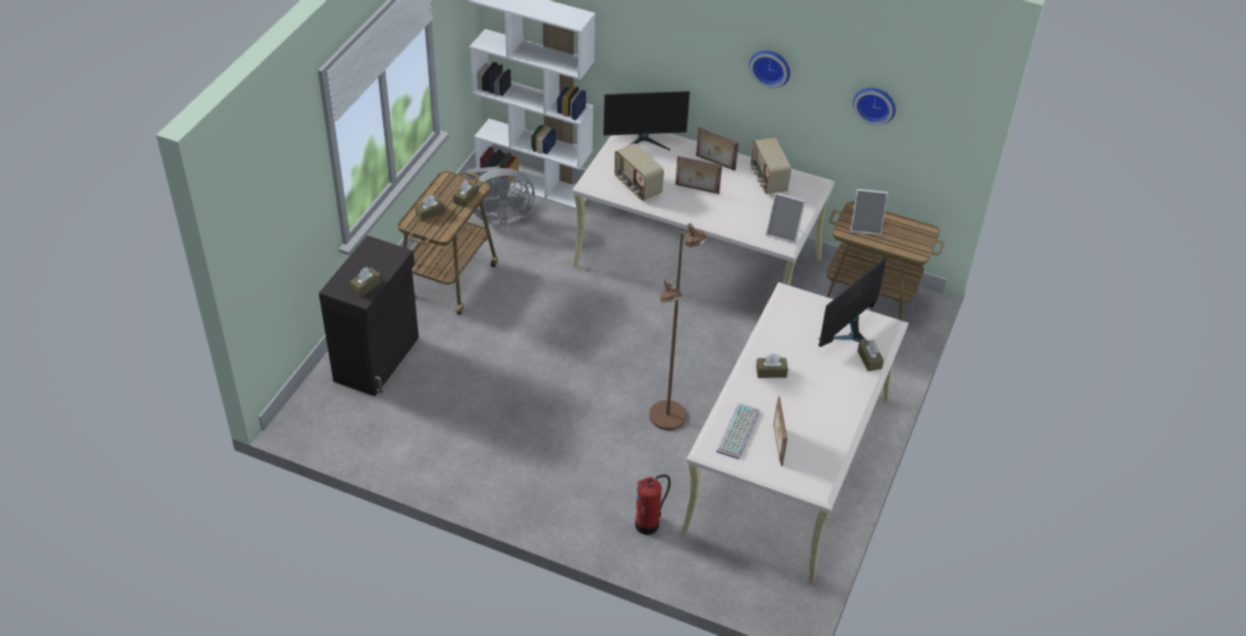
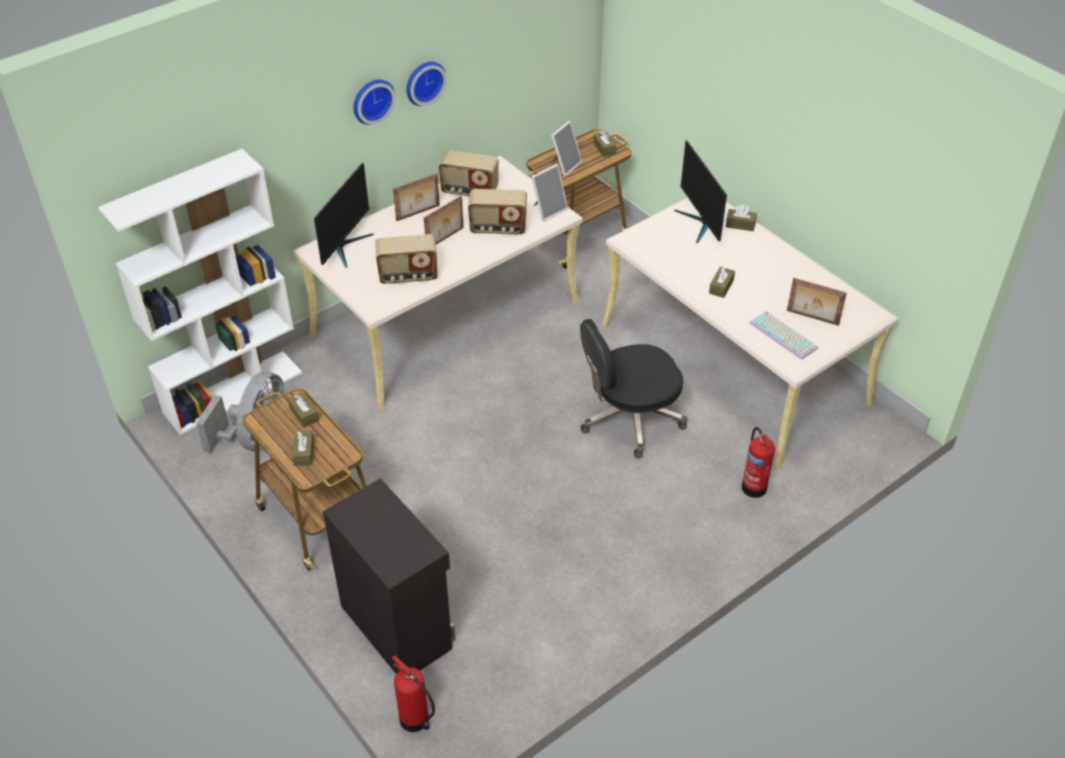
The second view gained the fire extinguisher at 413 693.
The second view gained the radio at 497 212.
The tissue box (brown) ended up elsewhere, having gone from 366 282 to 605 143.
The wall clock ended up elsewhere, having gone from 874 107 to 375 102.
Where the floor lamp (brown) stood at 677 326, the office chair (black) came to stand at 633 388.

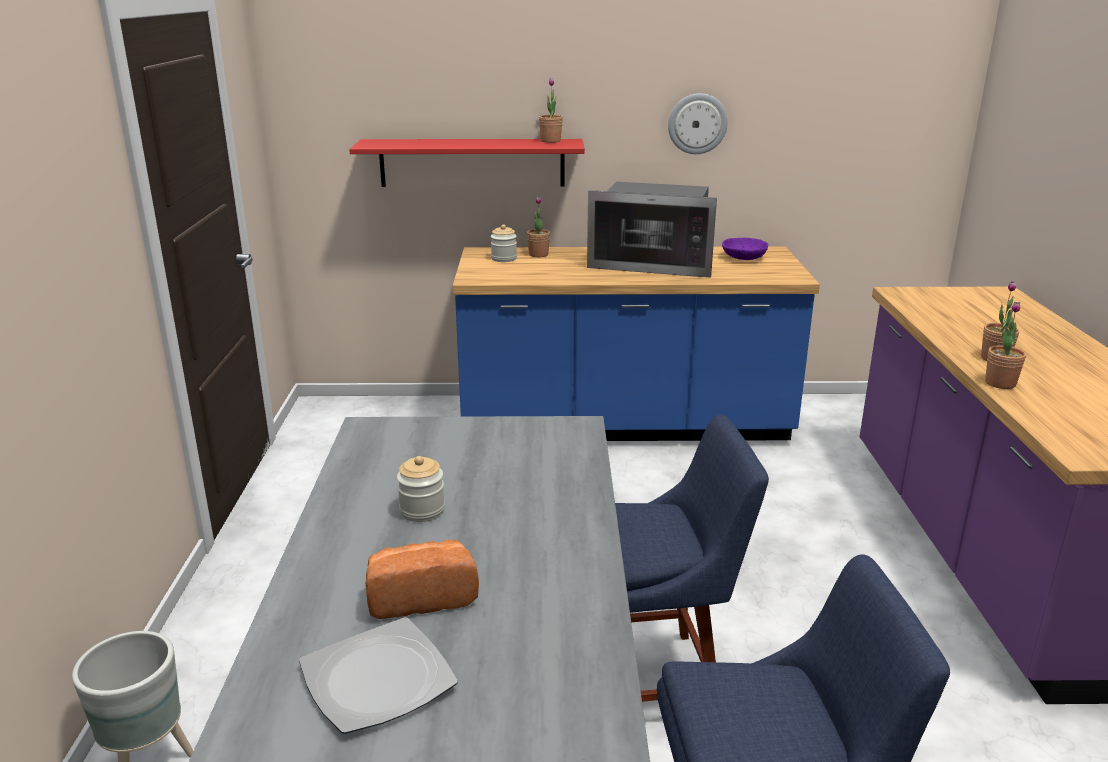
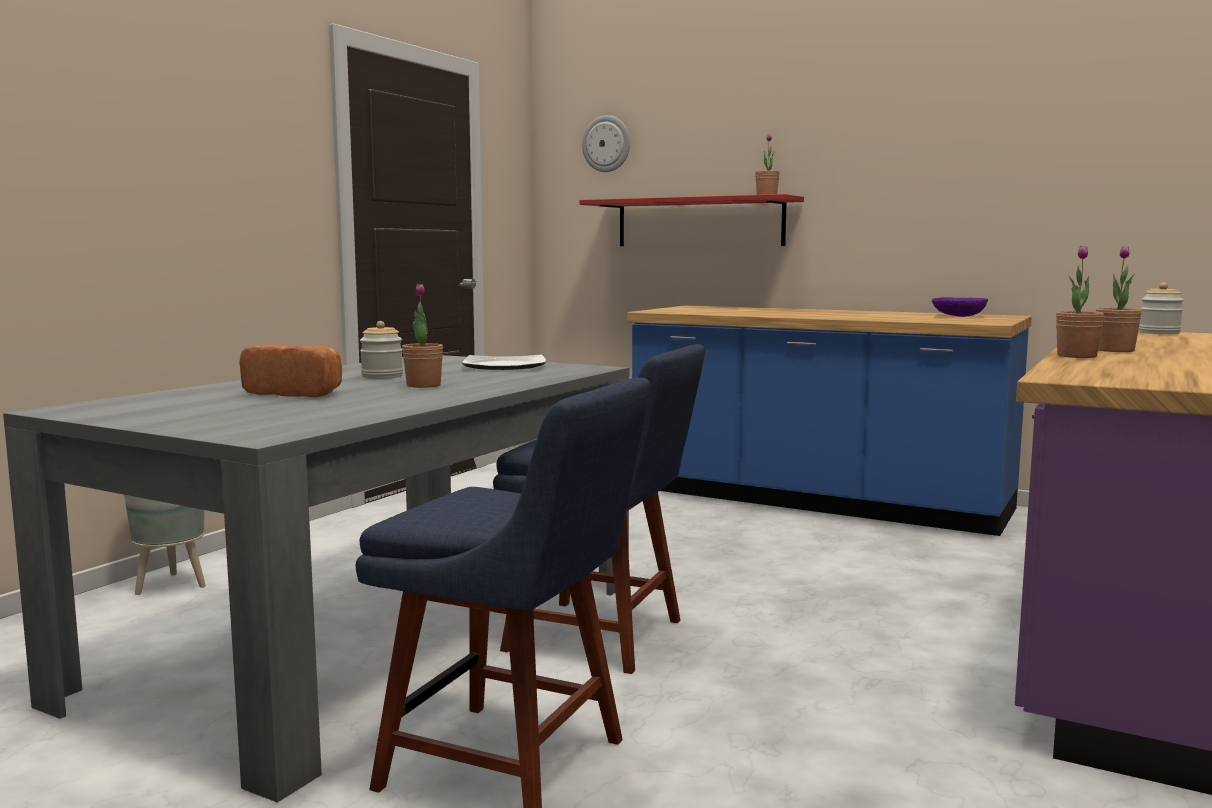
The second view lost the microwave at 652 230.
The plate ended up elsewhere, having gone from 378 675 to 504 362.
The jar ended up elsewhere, having gone from 504 243 to 1161 308.
The potted plant ended up elsewhere, having gone from 538 227 to 422 336.
The wall clock ended up elsewhere, having gone from 698 123 to 606 143.

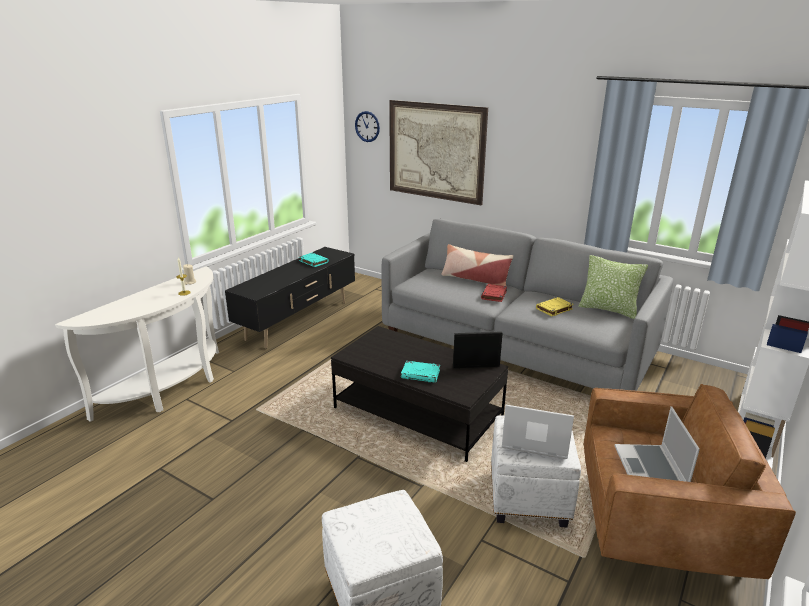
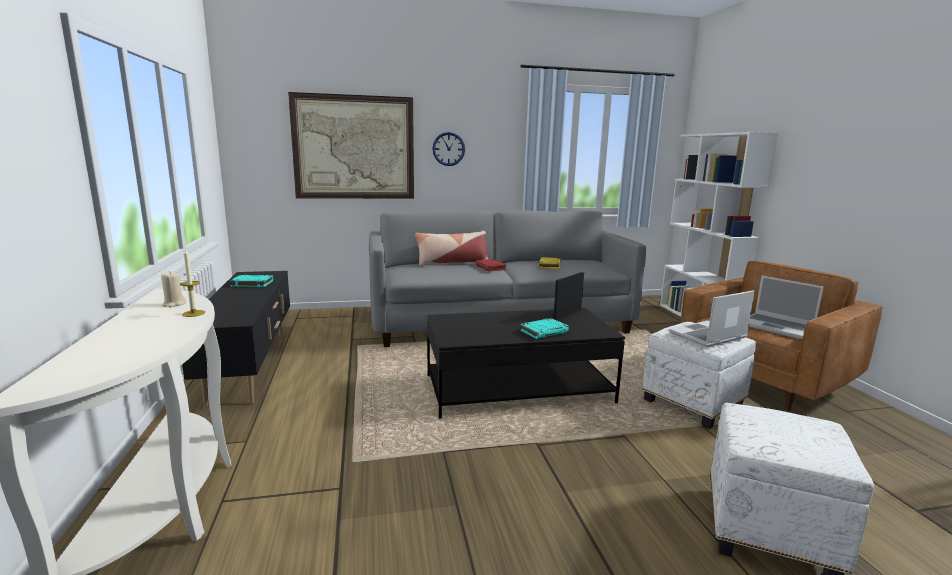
The second view lost the pillow at 613 287.
The wall clock ended up elsewhere, having gone from 367 126 to 448 149.

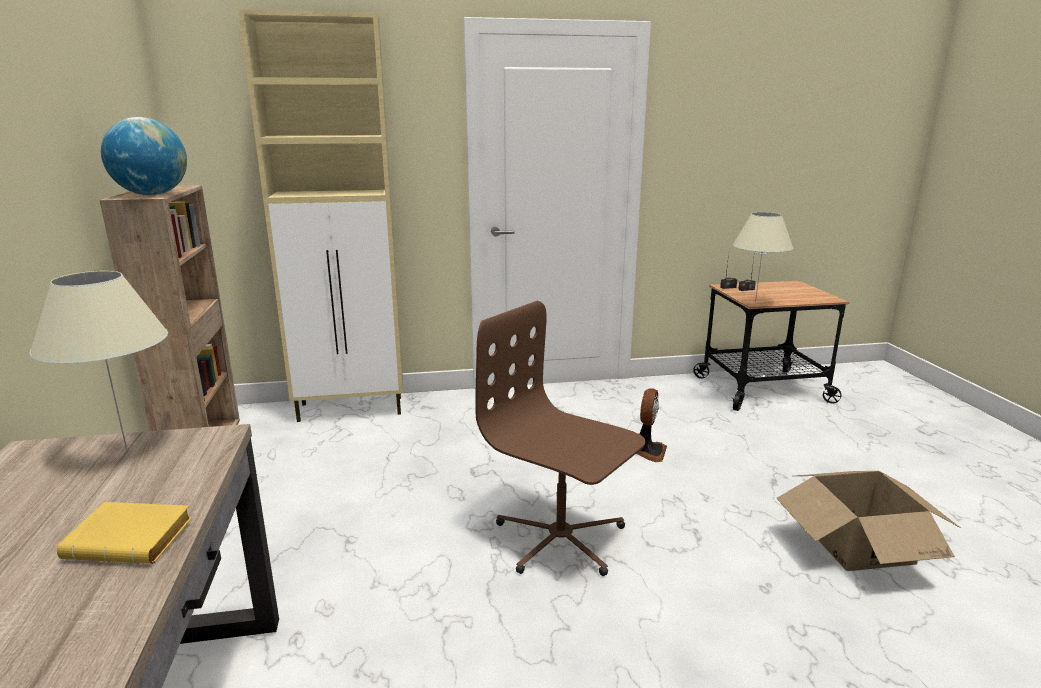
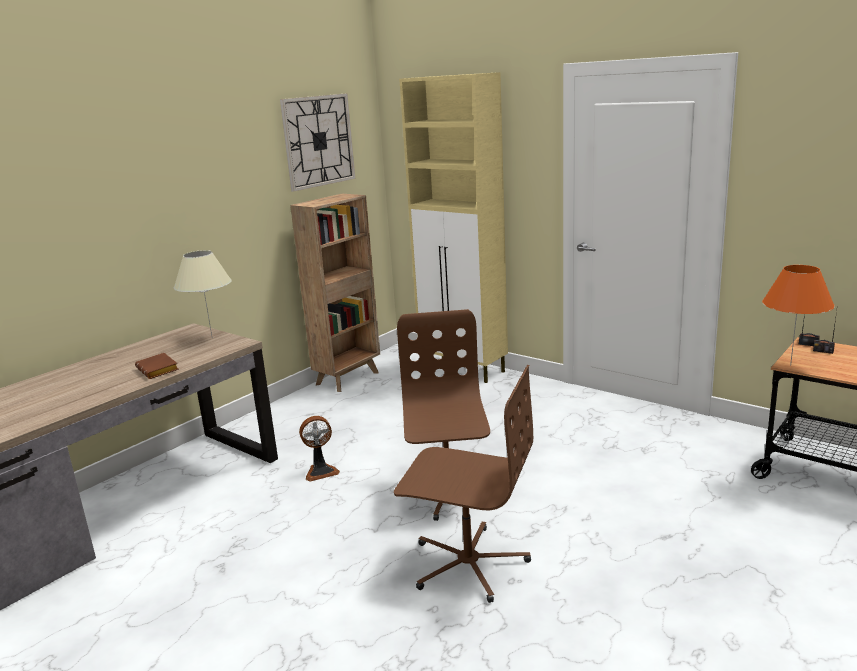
The second view lost the globe at 144 156.
The second view lost the cardboard box at 868 521.
The second view gained the wall clock at 317 142.
The second view gained the office chair (brown) at 463 484.
The fan ended up elsewhere, having gone from 651 425 to 319 448.
What was the book (yellow) at 124 533 turned into the book (brown) at 157 366.
What was the table lamp (beige) at 763 257 turned into the table lamp (orange) at 798 315.

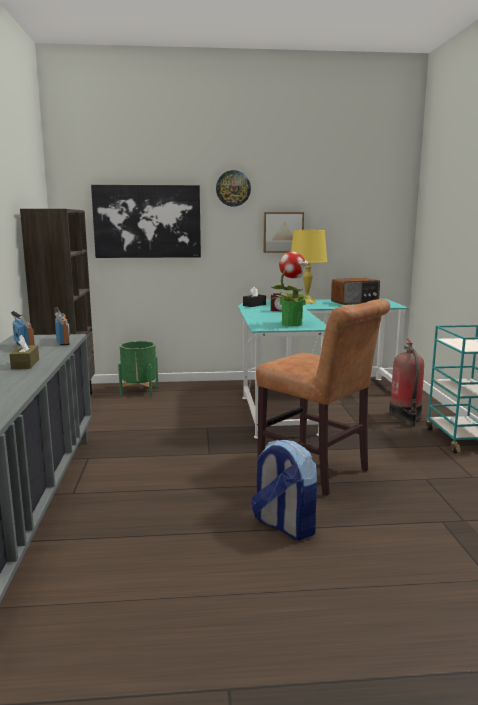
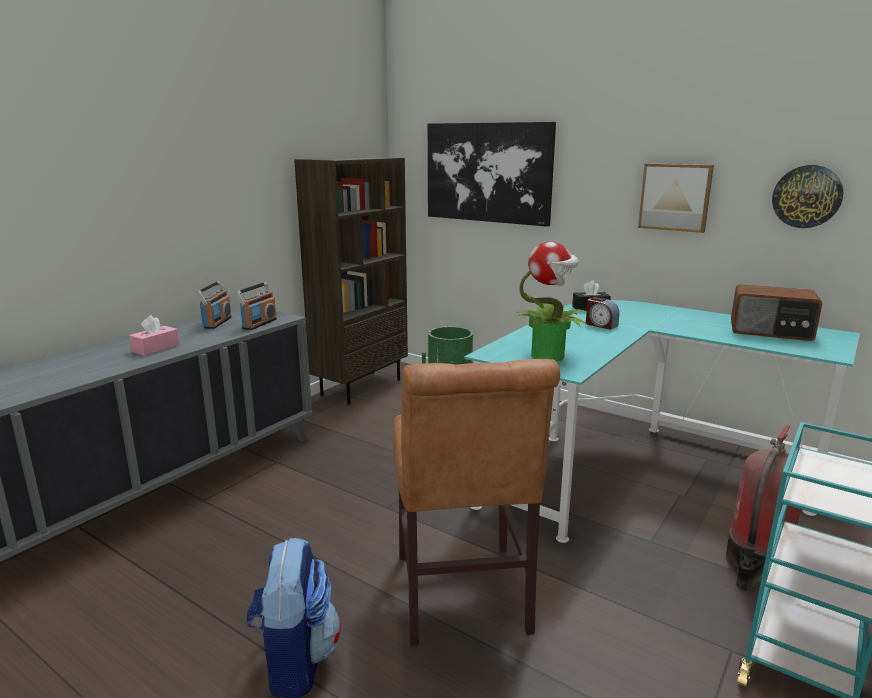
The second view lost the table lamp (yellow) at 309 266.
The wall clock ended up elsewhere, having gone from 233 188 to 807 196.
What was the tissue box (brown) at 24 352 turned into the tissue box (pink) at 154 335.

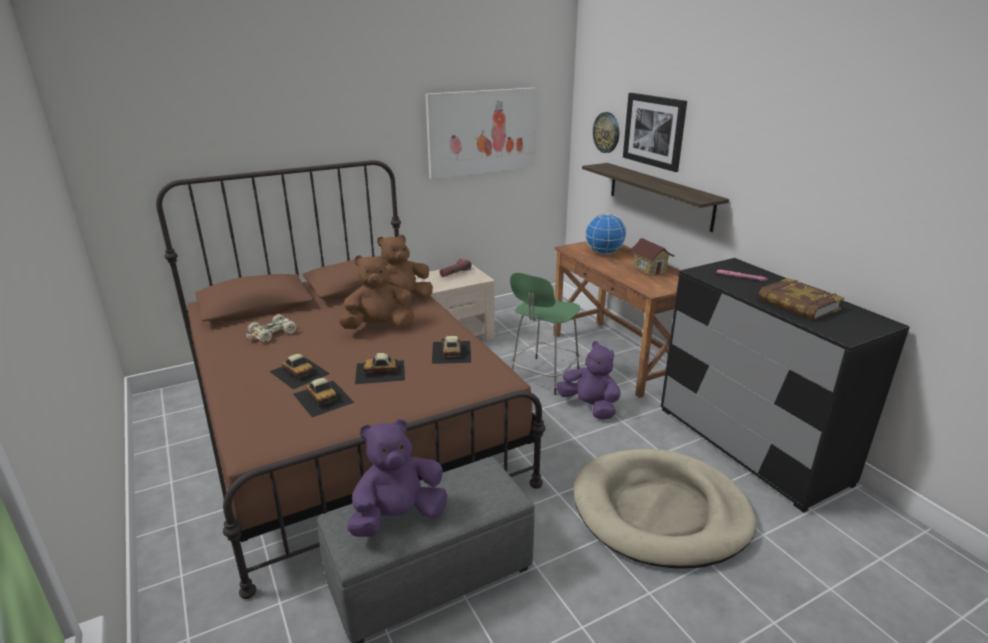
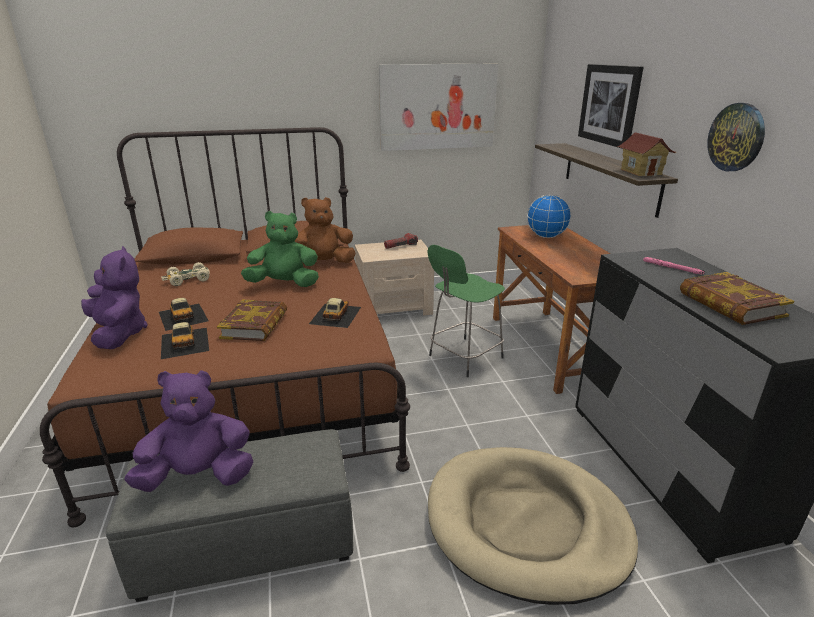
The plush toy (purple) ended up elsewhere, having gone from 588 380 to 114 297.
The wall clock ended up elsewhere, having gone from 606 132 to 736 137.
The toy house ended up elsewhere, having gone from 652 257 to 646 154.
Where the toy car stood at 380 368, the book came to stand at 252 320.
What was the plush toy (brown) at 376 292 turned into the plush toy (green) at 280 249.

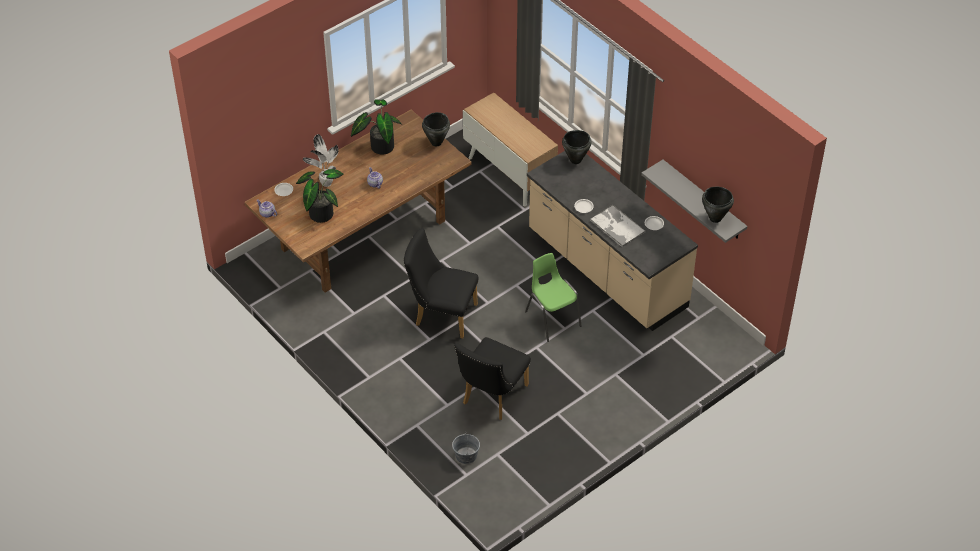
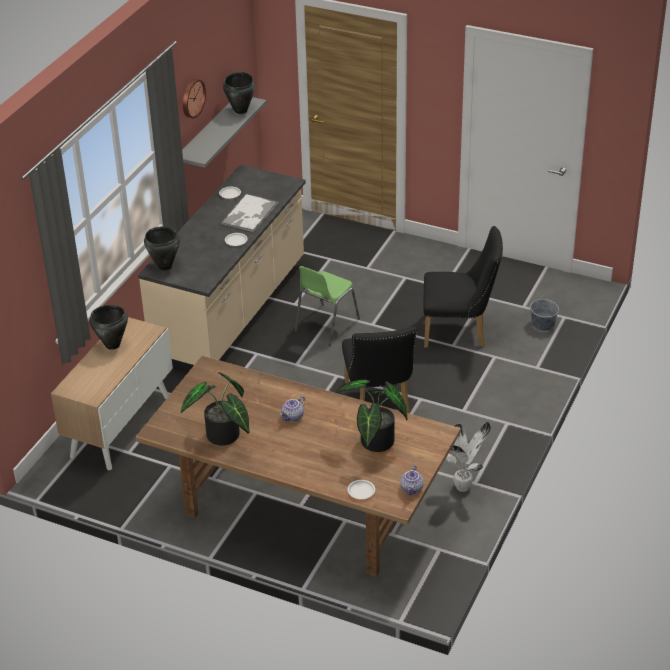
The second view gained the wall clock at 194 99.
The potted plant ended up elsewhere, having gone from 320 160 to 468 457.
The cooking pot (black) ended up elsewhere, having gone from 436 129 to 109 327.

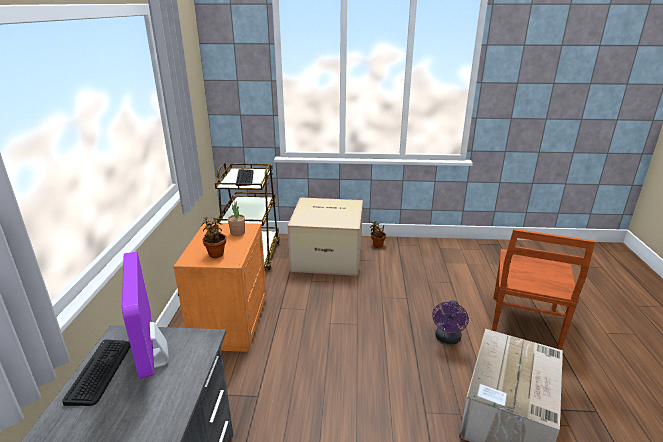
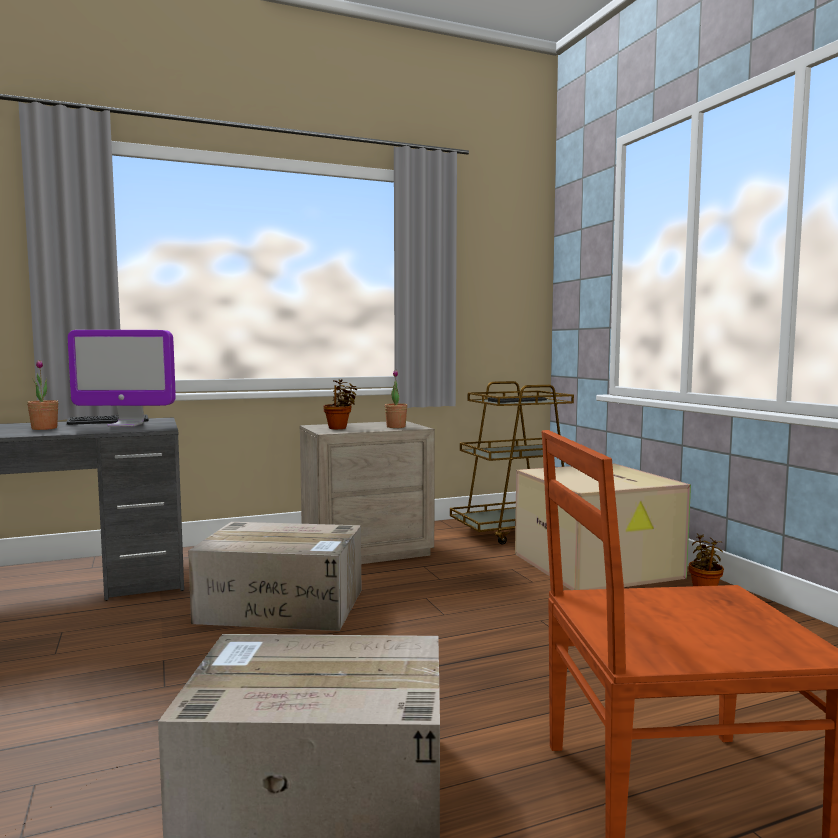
The second view lost the fan (purple) at 450 322.
The second view gained the potted plant at 42 395.
The second view gained the cardboard box at 274 576.
What was the nightstand (orange) at 220 287 turned into the nightstand (beige) at 367 492.
The monitor at 145 315 ended up facing another way, 135 degrees counterclockwise from before.

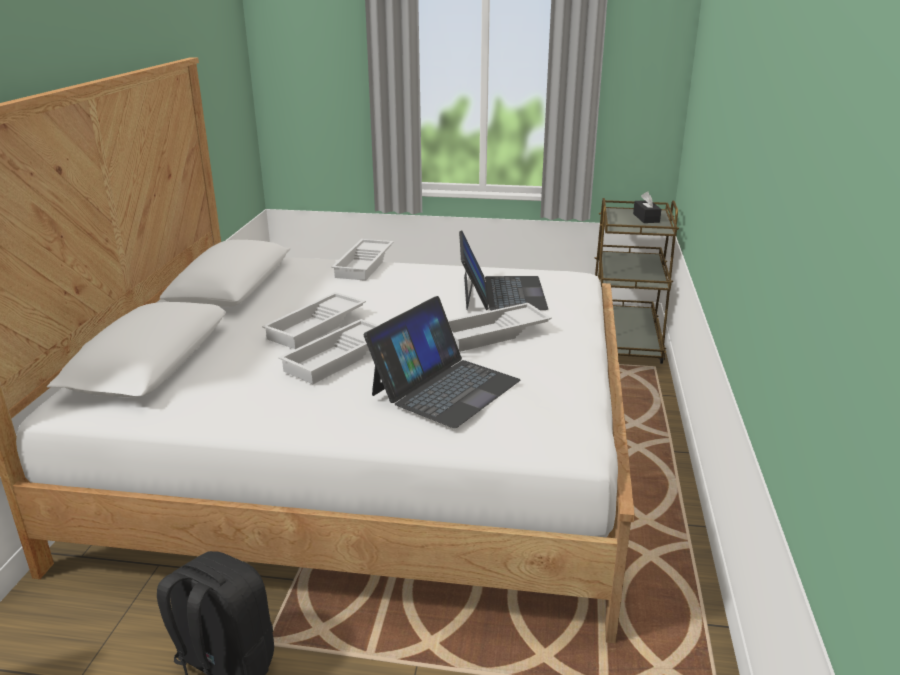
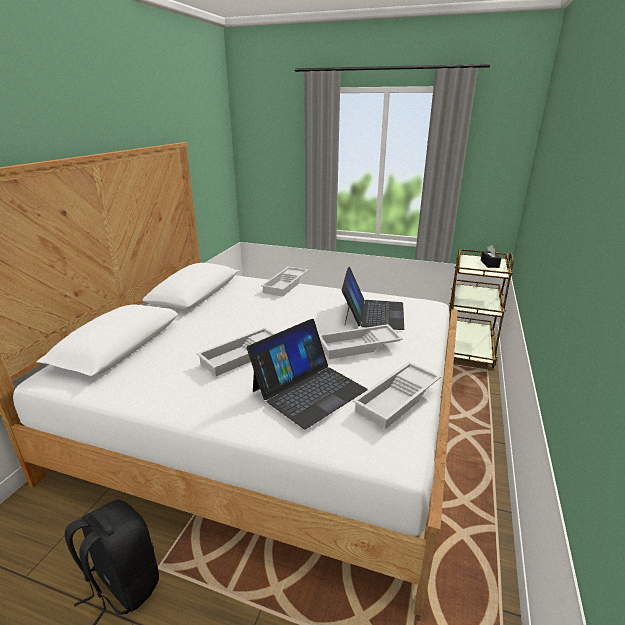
The tray (white) ended up elsewhere, having gone from 314 320 to 397 395.

